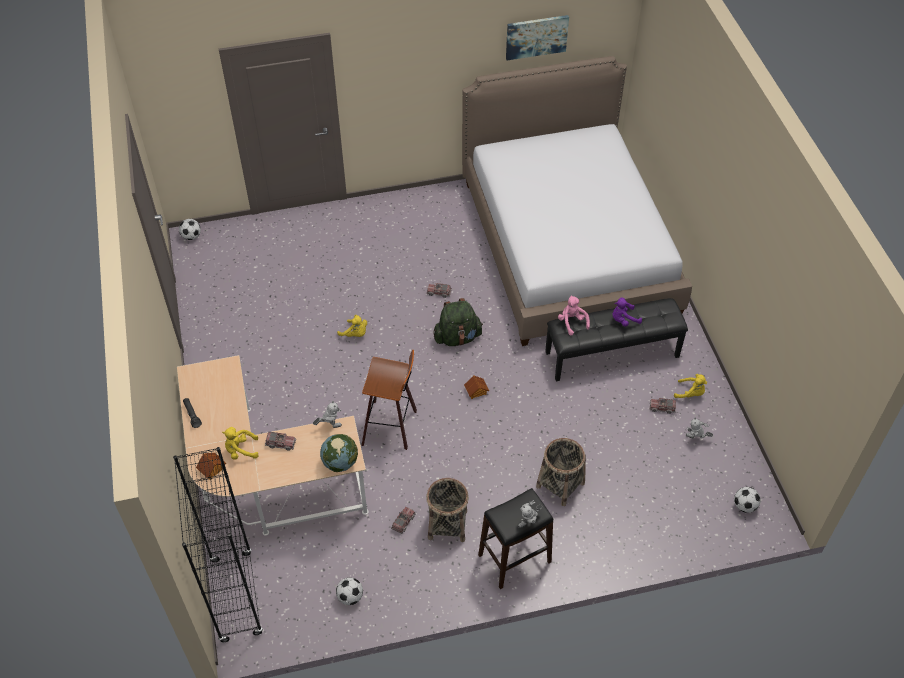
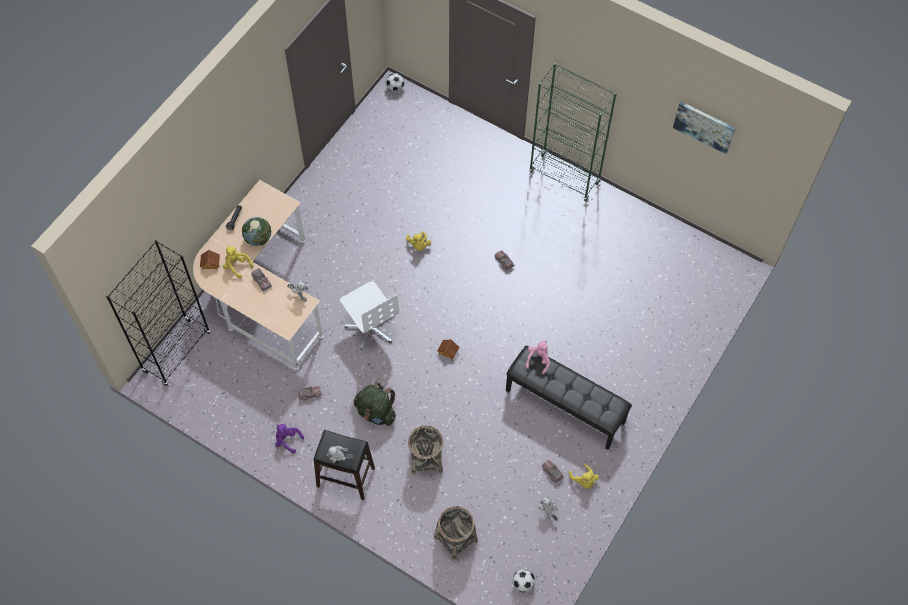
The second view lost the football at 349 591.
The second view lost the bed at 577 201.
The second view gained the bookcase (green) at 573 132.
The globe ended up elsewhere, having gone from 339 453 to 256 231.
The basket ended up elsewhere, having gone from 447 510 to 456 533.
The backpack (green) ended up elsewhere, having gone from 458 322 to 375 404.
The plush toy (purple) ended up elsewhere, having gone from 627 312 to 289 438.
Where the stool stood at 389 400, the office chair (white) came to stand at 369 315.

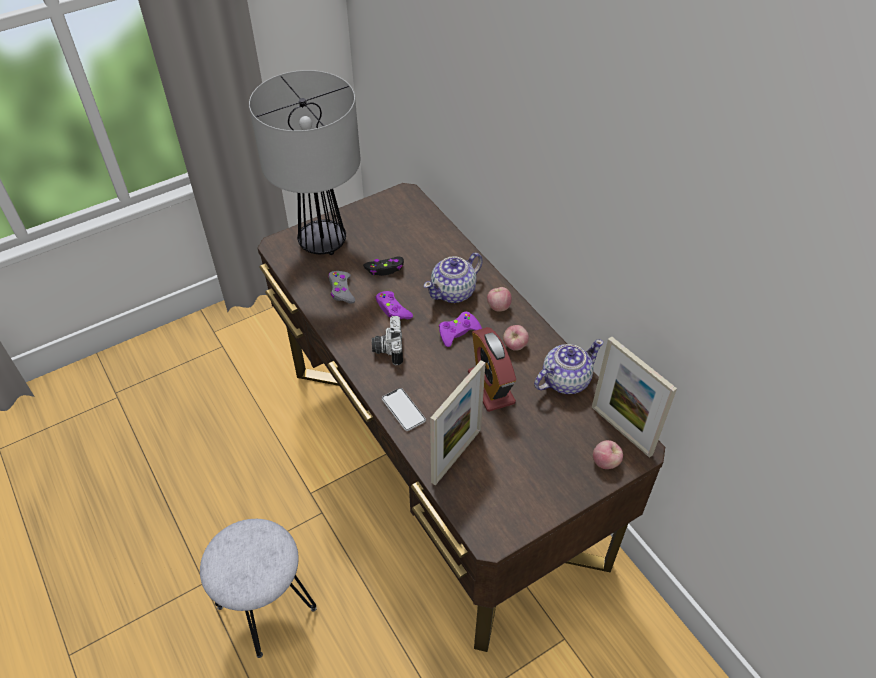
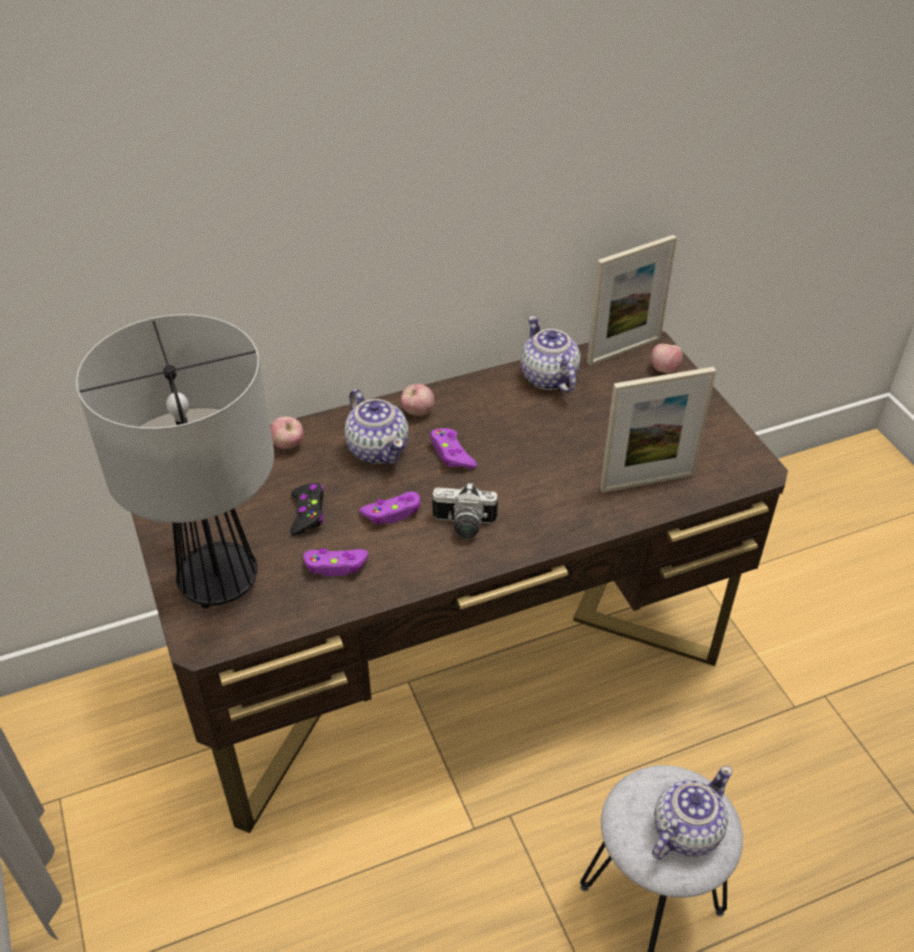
The second view lost the phone at 404 409.
The second view lost the alarm clock at 492 369.
The second view gained the teapot at 692 813.
The apple ended up elsewhere, having gone from 516 338 to 287 433.
What was the game controller (grey) at 342 287 turned into the game controller (purple) at 336 562.
The picture frame at 457 422 ended up facing another way, 120 degrees clockwise from before.

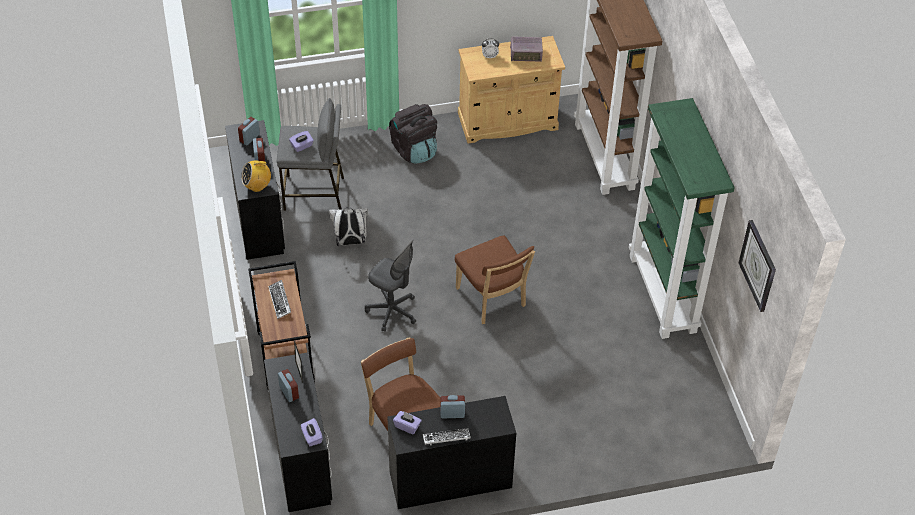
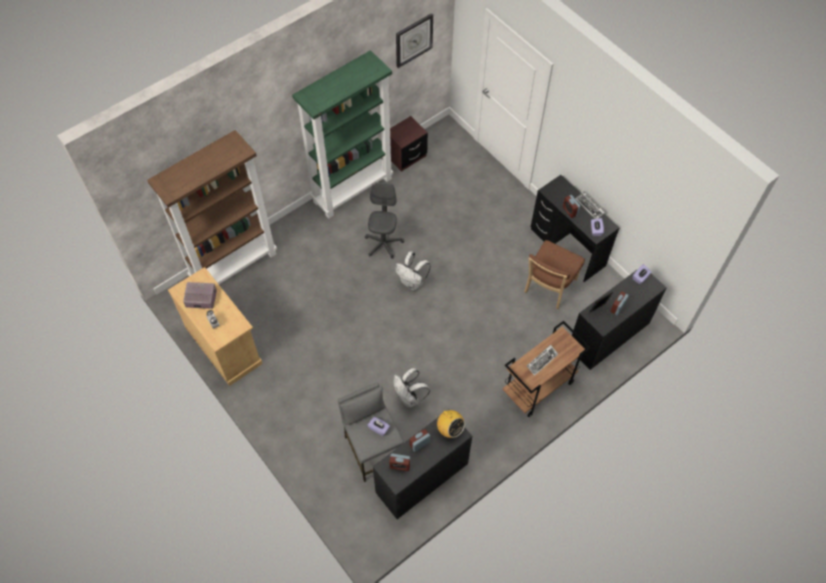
The second view lost the backpack (black) at 413 133.
The second view gained the nightstand (brown) at 409 144.
The office chair (grey) ended up elsewhere, having gone from 390 286 to 384 220.
Where the chair (brown) stood at 495 280, the backpack (white) came to stand at 413 271.
The radio at 526 49 ended up facing another way, 60 degrees counterclockwise from before.

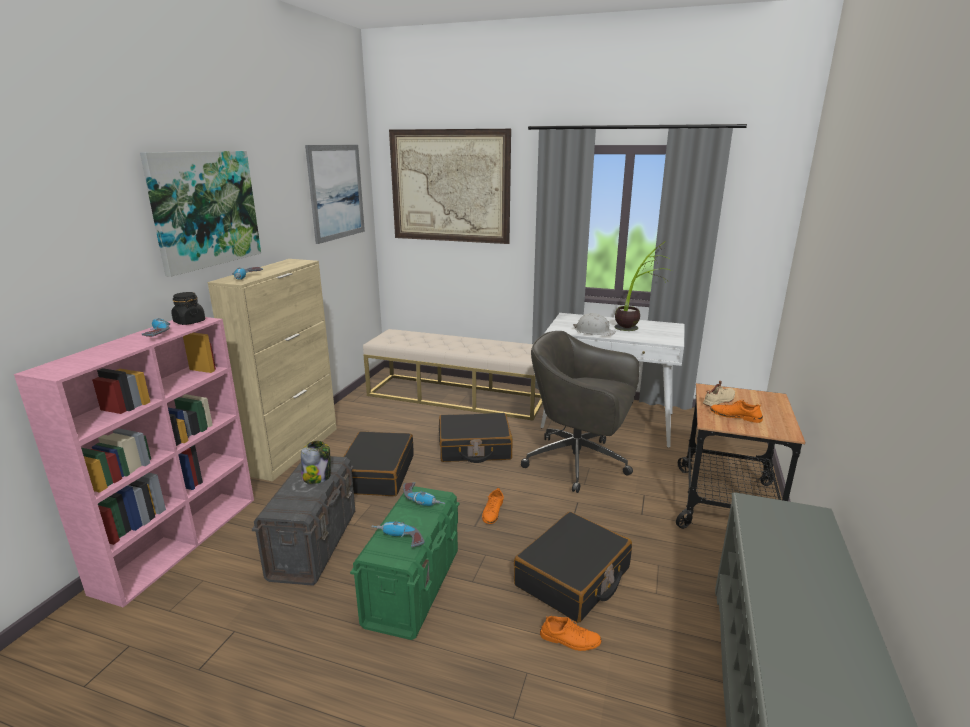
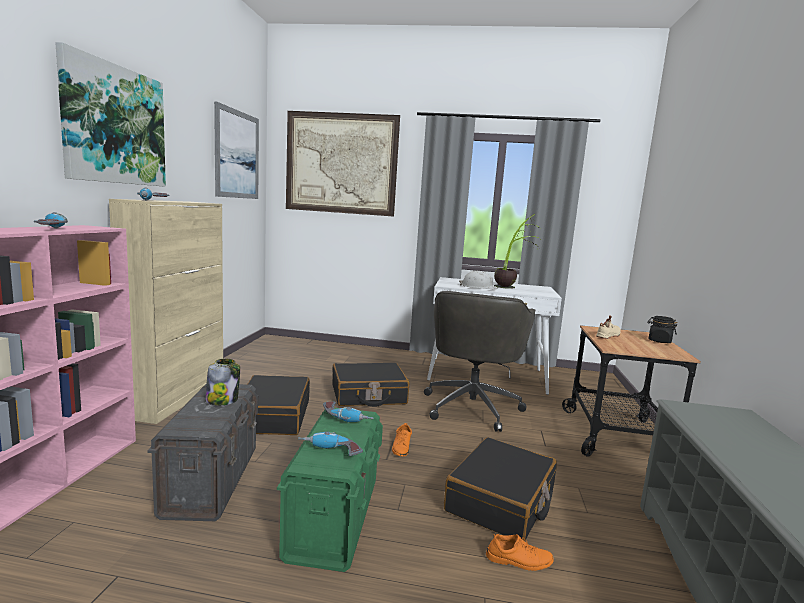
The second view lost the bench (beige) at 453 374.
The second view lost the shoe (orange) at 736 411.
The jar (black) ended up elsewhere, having gone from 188 308 to 662 329.
The office chair (grey) at 580 412 ended up facing another way, 90 degrees counterclockwise from before.

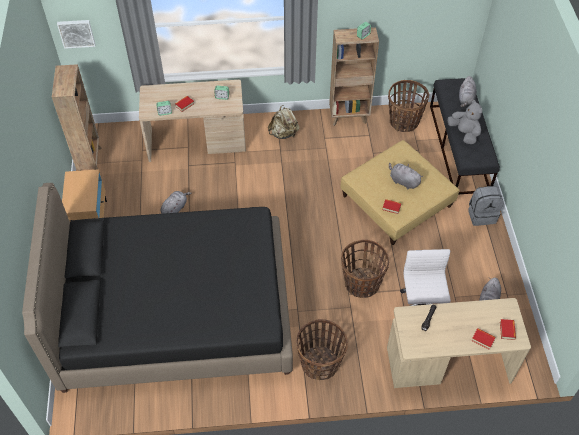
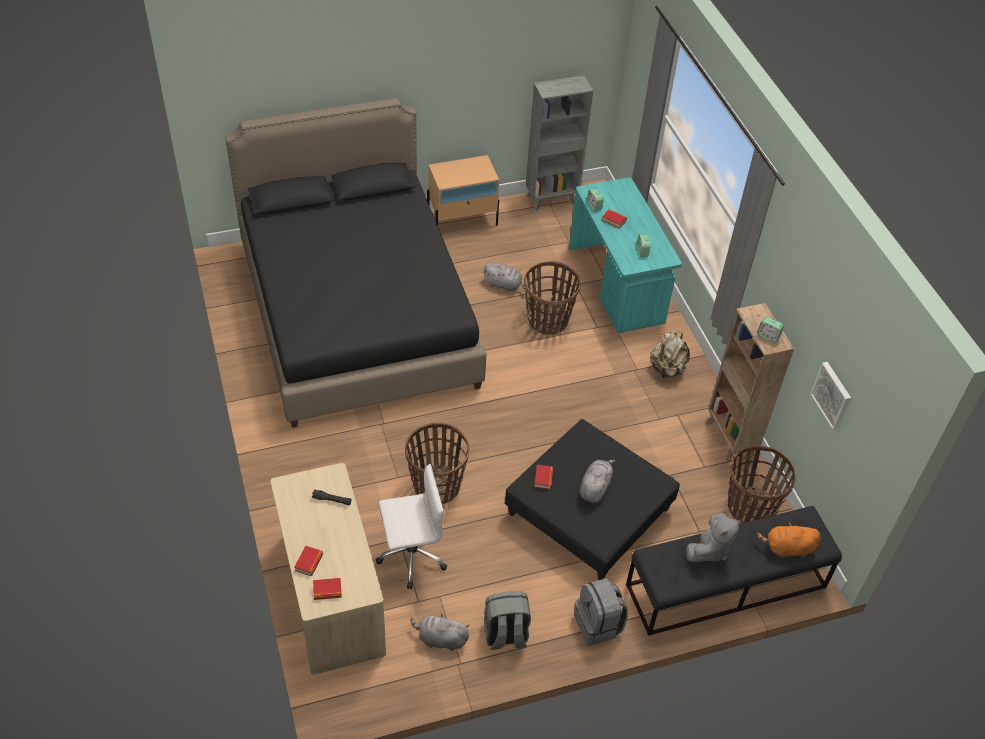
The second view gained the backpack (grey) at 507 620.
The picture ended up elsewhere, having gone from 76 34 to 830 396.
The basket ended up elsewhere, having gone from 322 349 to 552 298.
What was the bookcase (brown) at 77 117 turned into the bookcase (grey) at 559 143.
What was the desk (beige) at 192 121 turned into the desk (turquoise) at 625 255.
What was the ottoman (beige) at 400 192 turned into the ottoman (black) at 592 499.
What was the plush toy (grey) at 467 91 turned into the plush toy (orange) at 788 540.

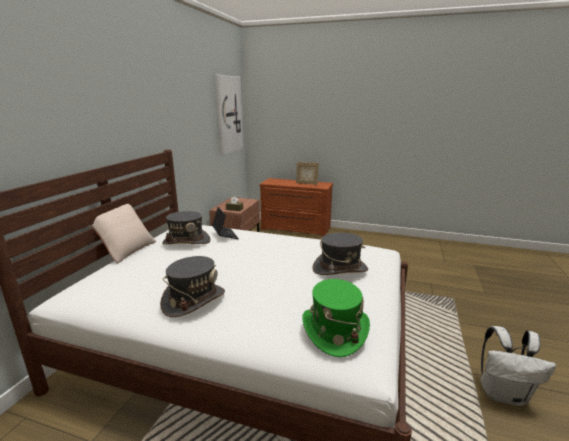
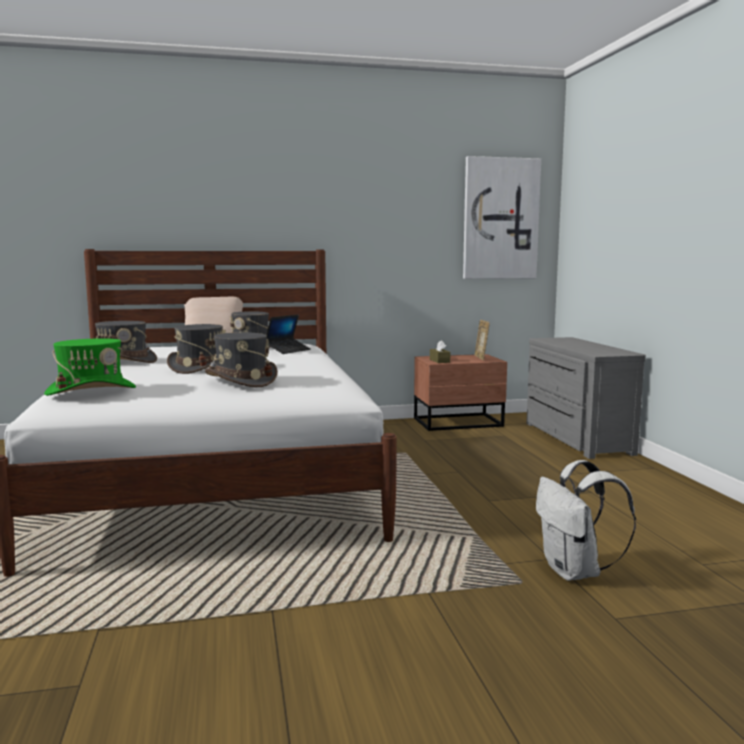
The second view gained the hat (grey) at 196 349.
The picture frame ended up elsewhere, having gone from 307 173 to 482 340.
The backpack (white) ended up elsewhere, having gone from 518 366 to 586 520.
What was the dresser (brown) at 296 207 turned into the dresser (grey) at 586 398.

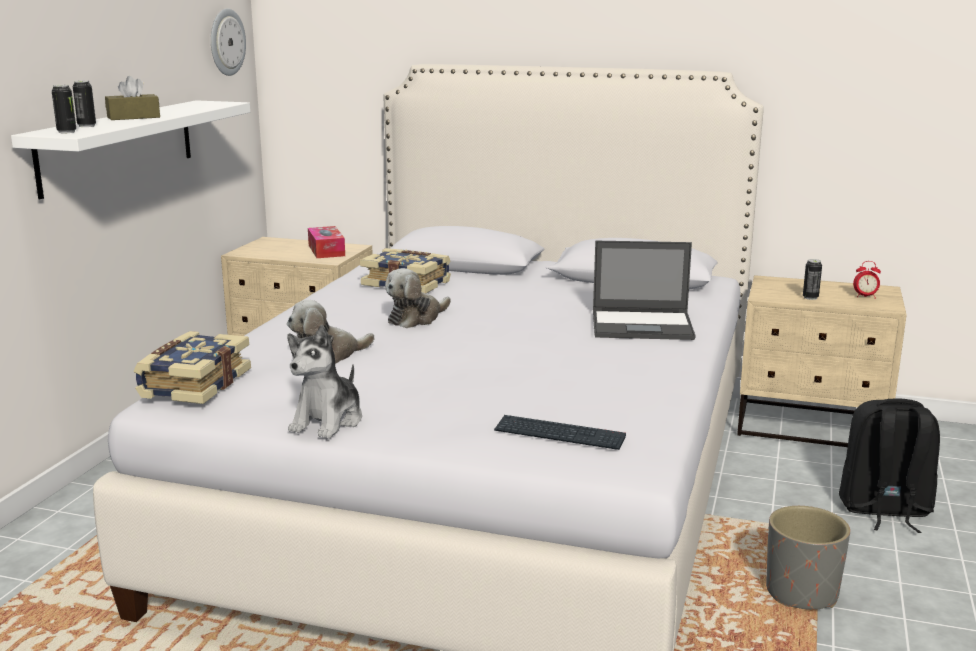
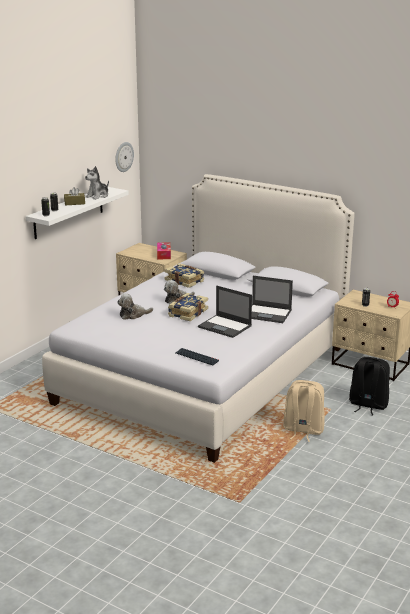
The second view gained the laptop at 225 312.
The book ended up elsewhere, having gone from 192 367 to 188 307.
The plush toy ended up elsewhere, having gone from 325 382 to 97 183.
Where the planter (grey) stood at 808 558, the backpack (beige) came to stand at 304 411.

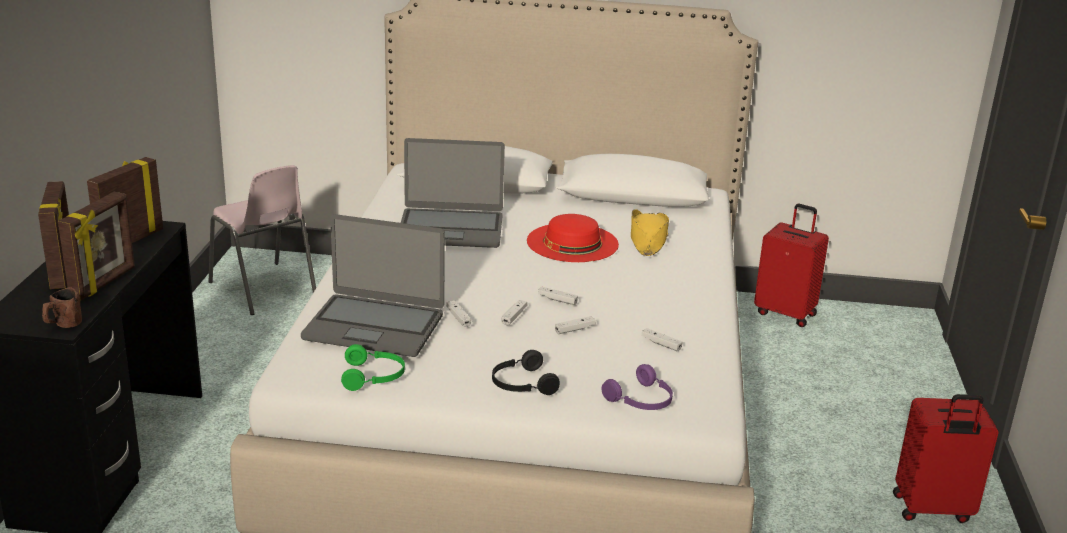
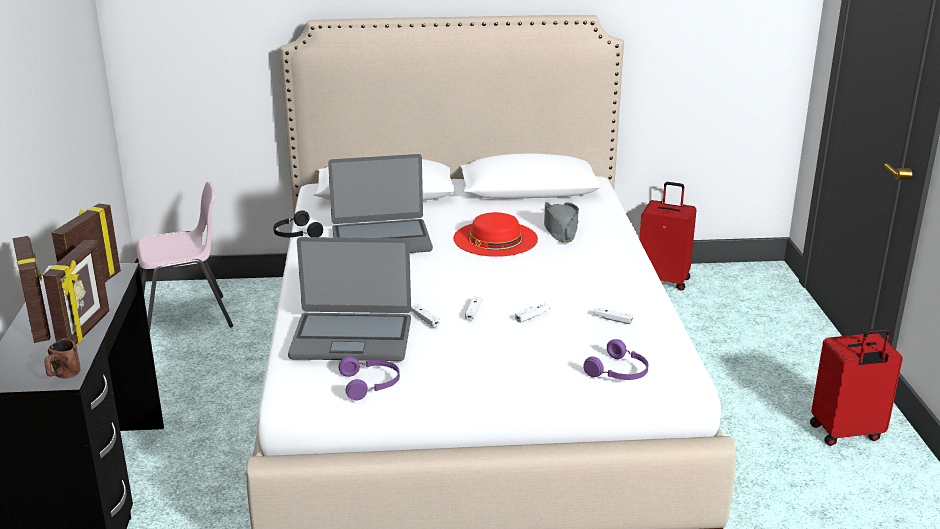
The second view lost the game controller (white) at 558 296.
The headphones (black) ended up elsewhere, having gone from 526 372 to 298 223.
What was the headphones (green) at 373 367 turned into the headphones (purple) at 369 378.
What was the hat (yellow) at 650 232 turned into the hat (grey) at 561 222.
The chair (pink) at 262 240 ended up facing another way, 60 degrees counterclockwise from before.

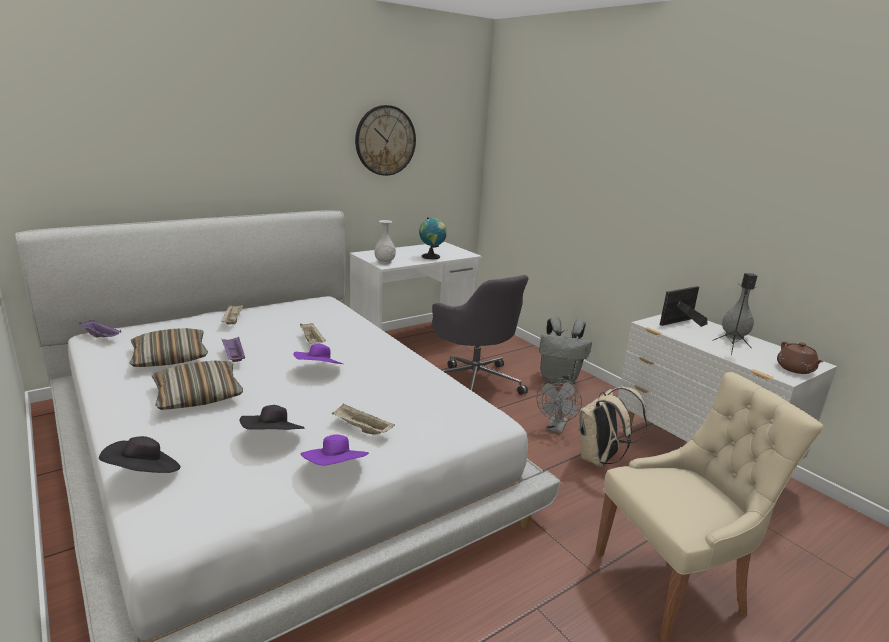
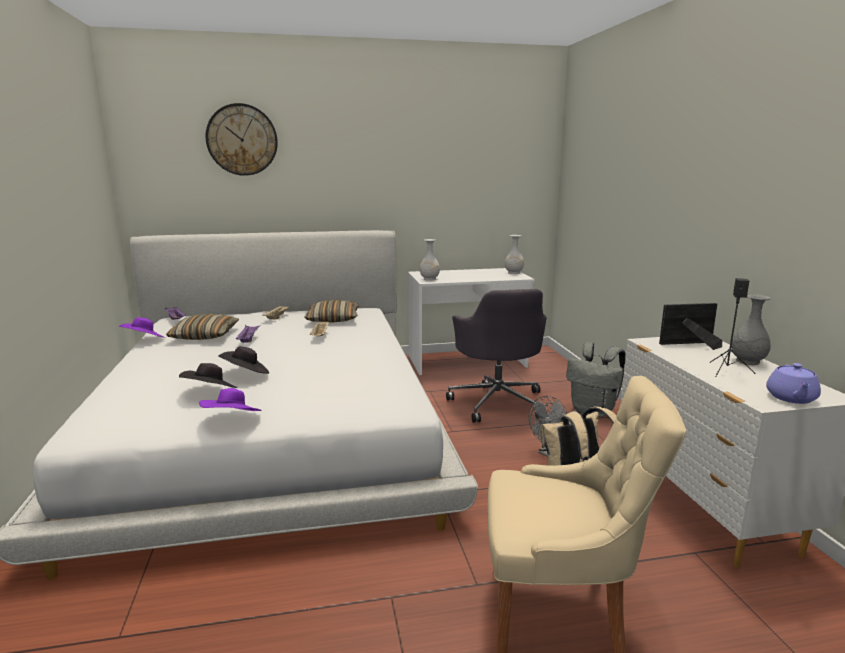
The second view lost the tray (beige) at 363 419.
The second view lost the globe at 433 238.
The second view gained the vase (white) at 514 254.
The hat (black) ended up elsewhere, having gone from 140 454 to 244 360.
The pillow ended up elsewhere, having gone from 197 385 to 331 311.
The hat (purple) ended up elsewhere, having gone from 318 354 to 142 327.
The wall clock ended up elsewhere, having gone from 385 140 to 242 139.
What was the teapot (brown) at 800 357 turned into the teapot (purple) at 793 383.

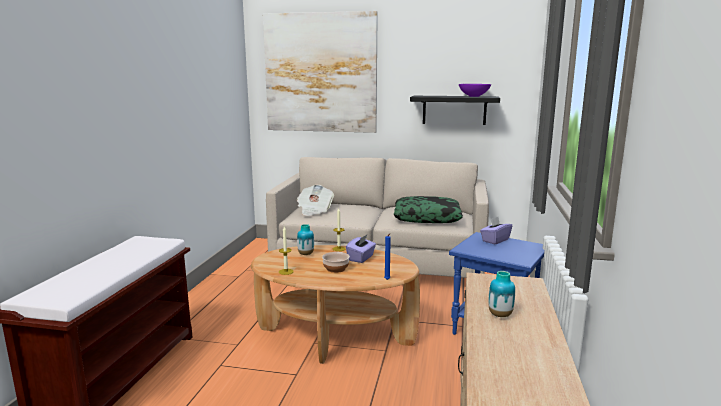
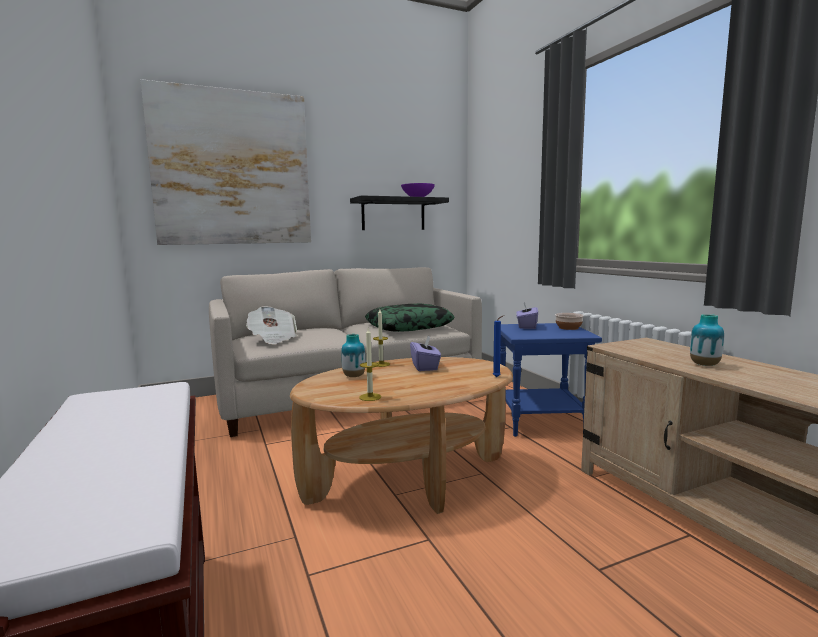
The bowl ended up elsewhere, having gone from 336 262 to 569 321.

